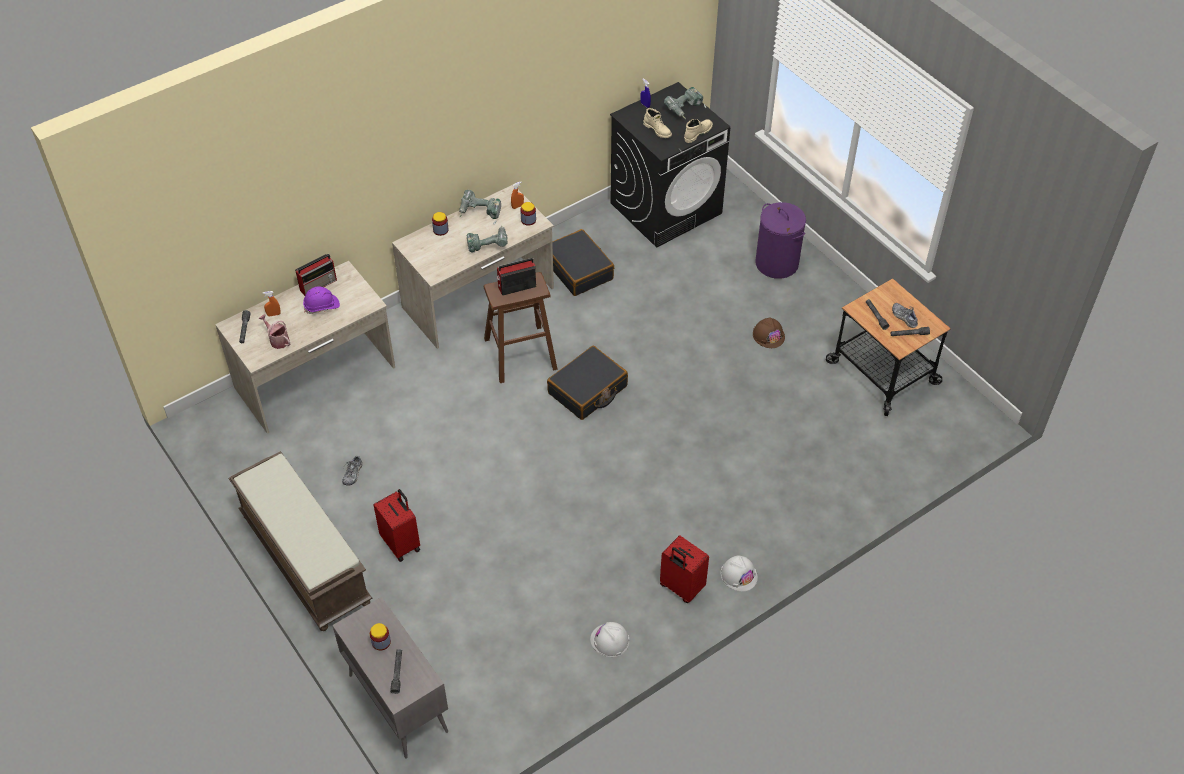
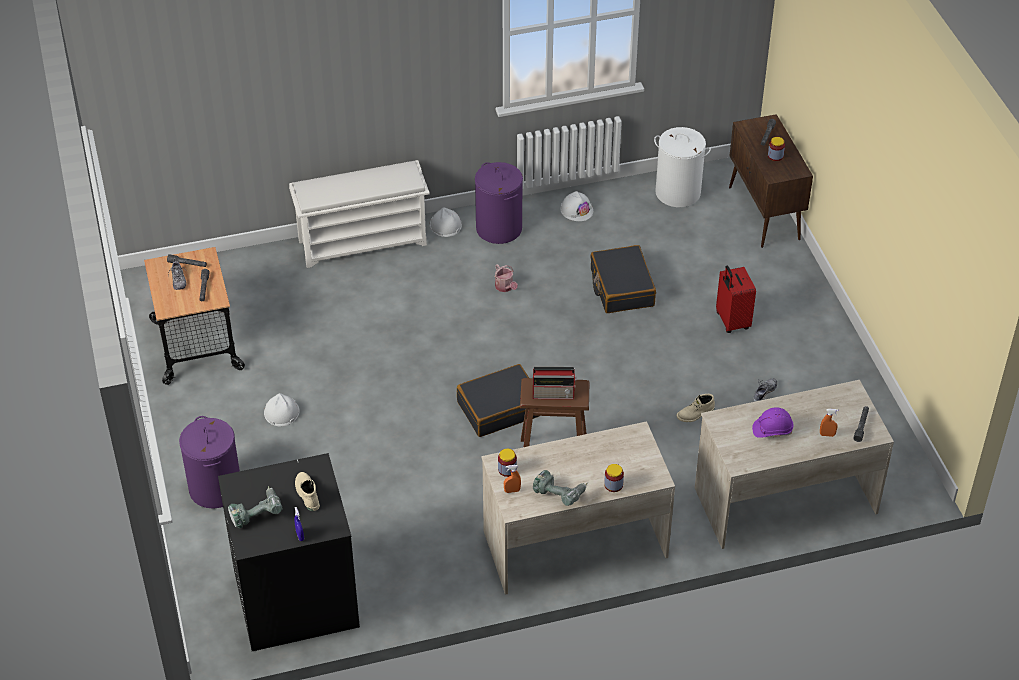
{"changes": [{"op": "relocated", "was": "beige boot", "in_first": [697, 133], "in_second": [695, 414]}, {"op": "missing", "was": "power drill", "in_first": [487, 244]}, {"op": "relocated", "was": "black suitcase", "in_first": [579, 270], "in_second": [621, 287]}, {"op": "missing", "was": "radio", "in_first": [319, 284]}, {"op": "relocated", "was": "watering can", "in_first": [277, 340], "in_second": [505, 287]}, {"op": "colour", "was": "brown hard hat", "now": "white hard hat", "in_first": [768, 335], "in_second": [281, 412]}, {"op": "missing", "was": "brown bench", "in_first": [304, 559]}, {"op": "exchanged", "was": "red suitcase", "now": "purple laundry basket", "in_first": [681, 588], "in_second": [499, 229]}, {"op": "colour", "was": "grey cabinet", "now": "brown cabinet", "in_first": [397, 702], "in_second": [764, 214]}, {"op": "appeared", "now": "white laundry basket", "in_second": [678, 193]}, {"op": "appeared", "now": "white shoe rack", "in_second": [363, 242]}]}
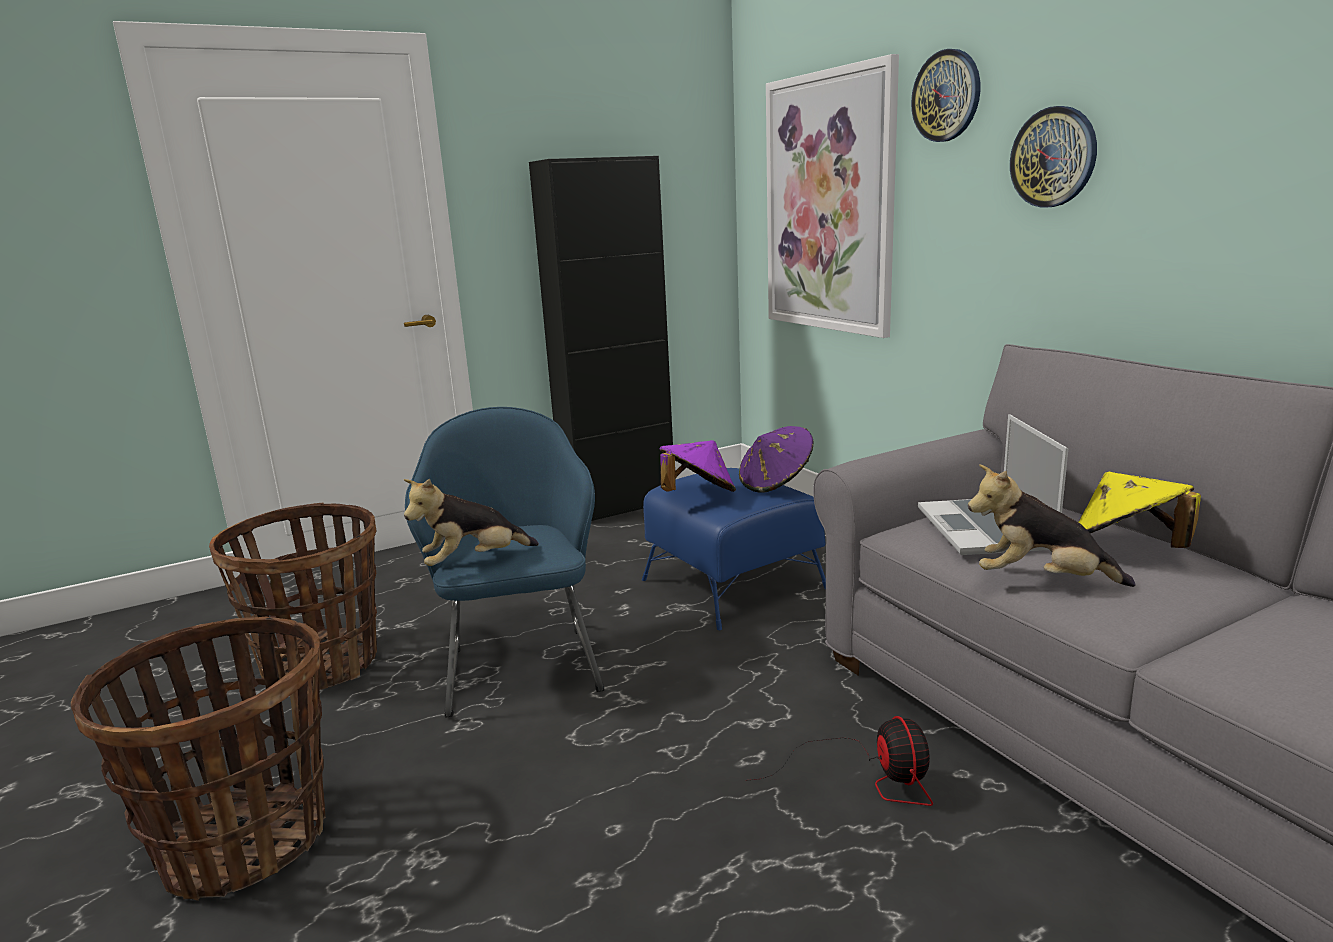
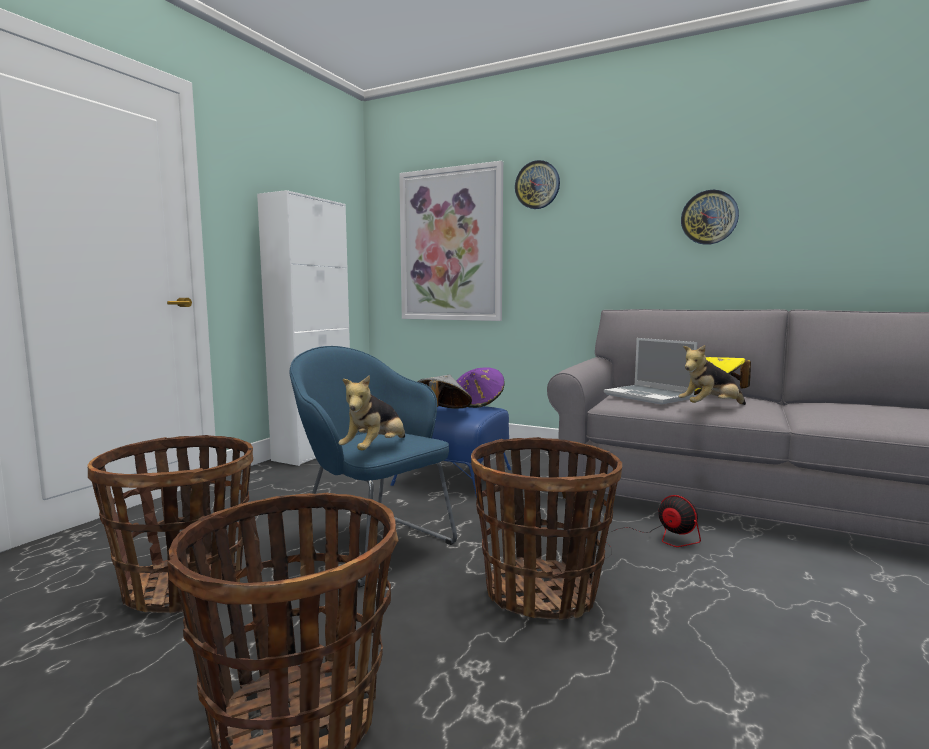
{"changes": [{"op": "relocated", "was": "wall clock", "in_first": [1053, 157], "in_second": [709, 217]}, {"op": "colour", "was": "black cabinet", "now": "white cabinet", "in_first": [619, 506], "in_second": [313, 452]}, {"op": "colour", "was": "purple hat", "now": "grey hat", "in_first": [697, 495], "in_second": [443, 412]}, {"op": "appeared", "now": "basket", "in_second": [541, 592]}]}
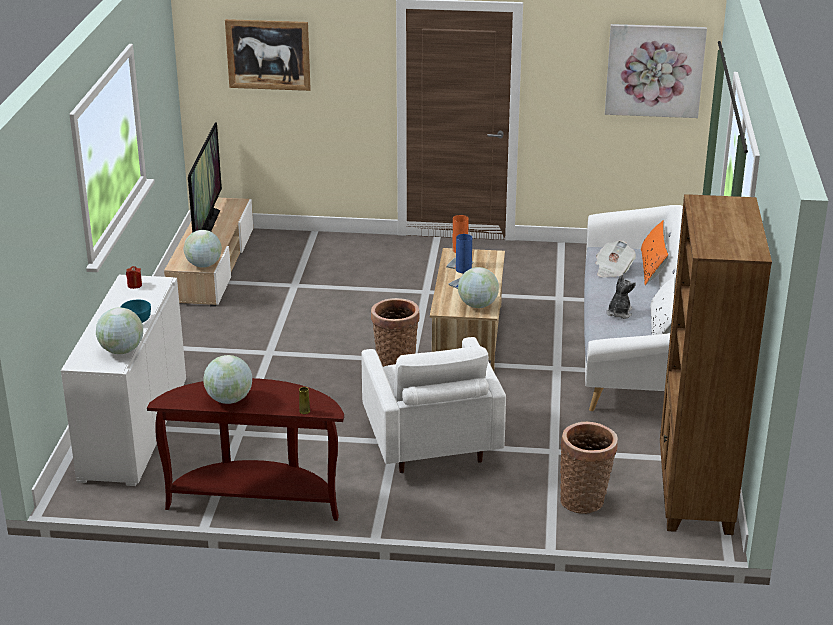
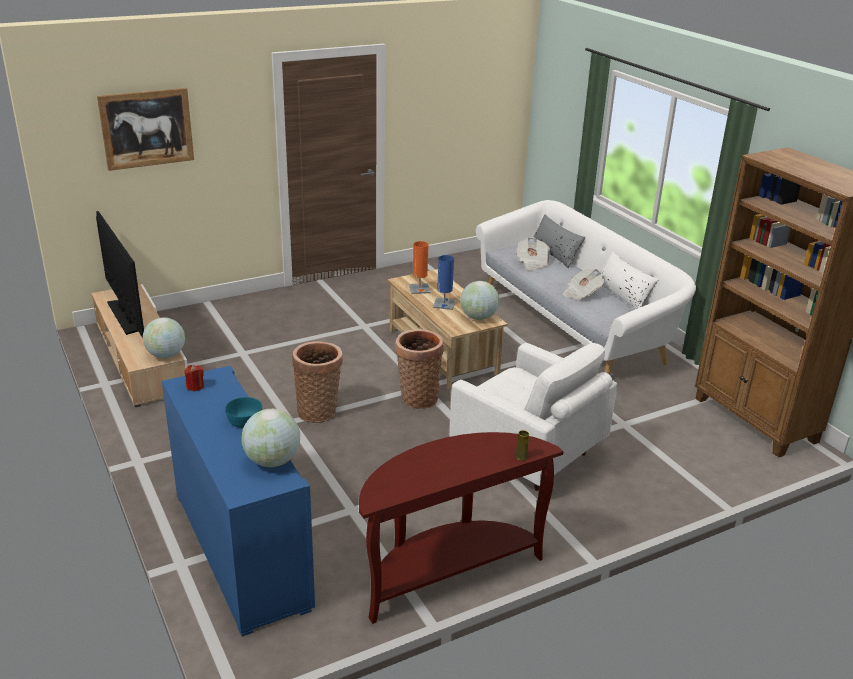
{"changes": [{"op": "missing", "was": "picture", "in_first": [654, 70]}, {"op": "colour", "was": "orange pillow", "now": "grey pillow", "in_first": [652, 267], "in_second": [554, 254]}, {"op": "colour", "was": "white cabinet", "now": "blue cabinet", "in_first": [134, 429], "in_second": [240, 548]}, {"op": "exchanged", "was": "plush toy", "now": "newspaper", "in_first": [619, 313], "in_second": [581, 293]}, {"op": "missing", "was": "globe", "in_first": [229, 399]}, {"op": "relocated", "was": "basket", "in_first": [585, 500], "in_second": [319, 411]}]}
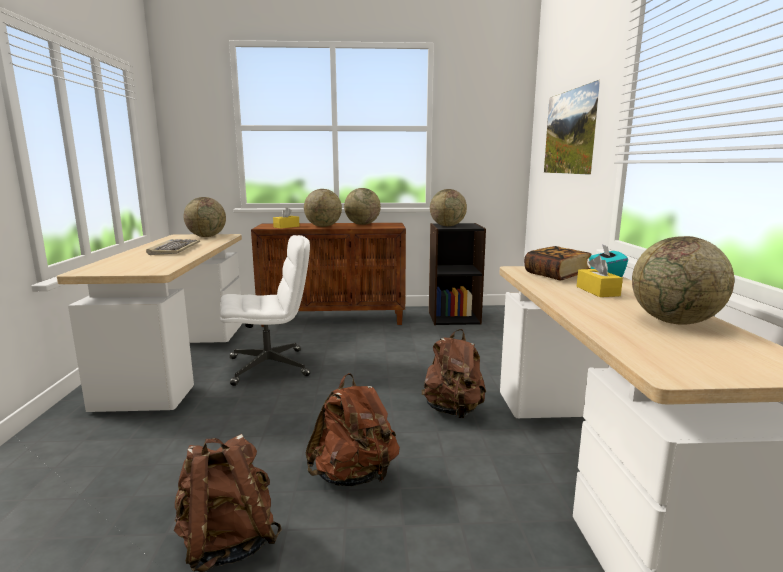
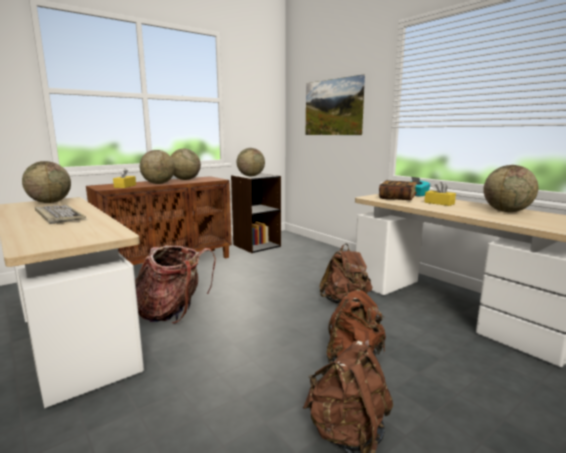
{"changes": [{"op": "exchanged", "was": "white office chair", "now": "backpack", "in_first": [270, 366], "in_second": [173, 312]}]}
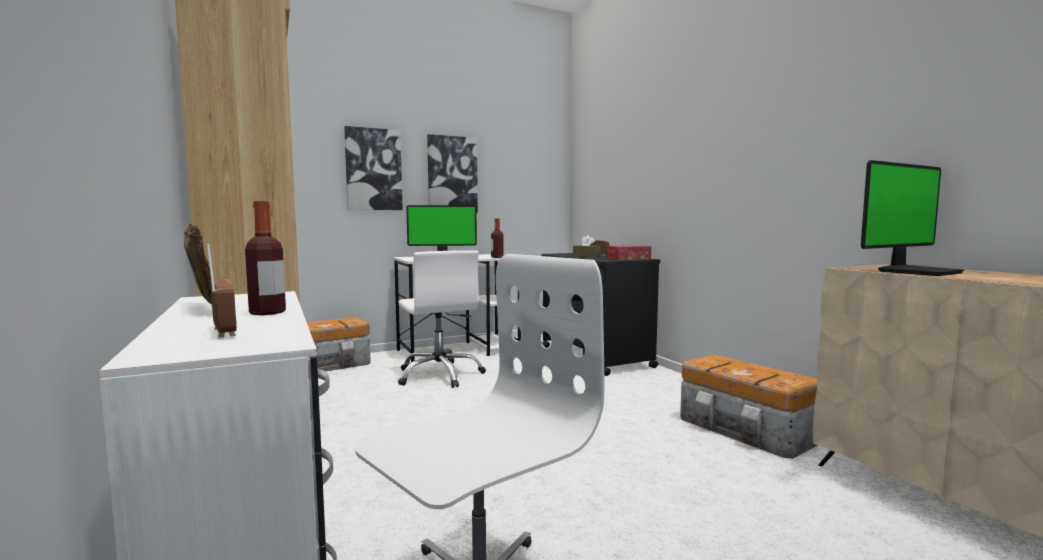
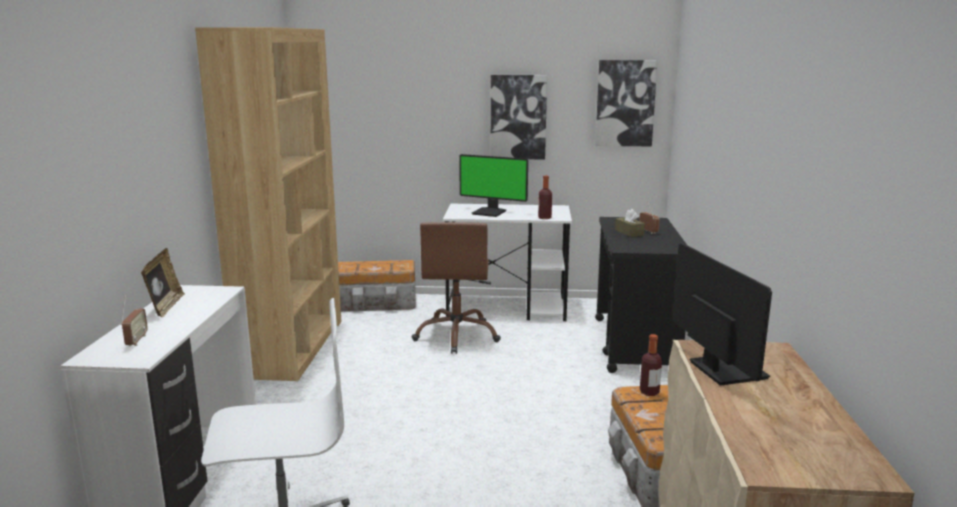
{"changes": [{"op": "relocated", "was": "picture", "in_first": [373, 169], "in_second": [625, 103]}, {"op": "spun", "was": "monitor", "in_first": [916, 272], "in_second": [724, 370], "clockwise": -105}, {"op": "relocated", "was": "bottle", "in_first": [267, 312], "in_second": [649, 392]}, {"op": "missing", "was": "tissue box", "in_first": [629, 258]}, {"op": "colour", "was": "white office chair", "now": "brown office chair", "in_first": [440, 375], "in_second": [457, 335]}]}
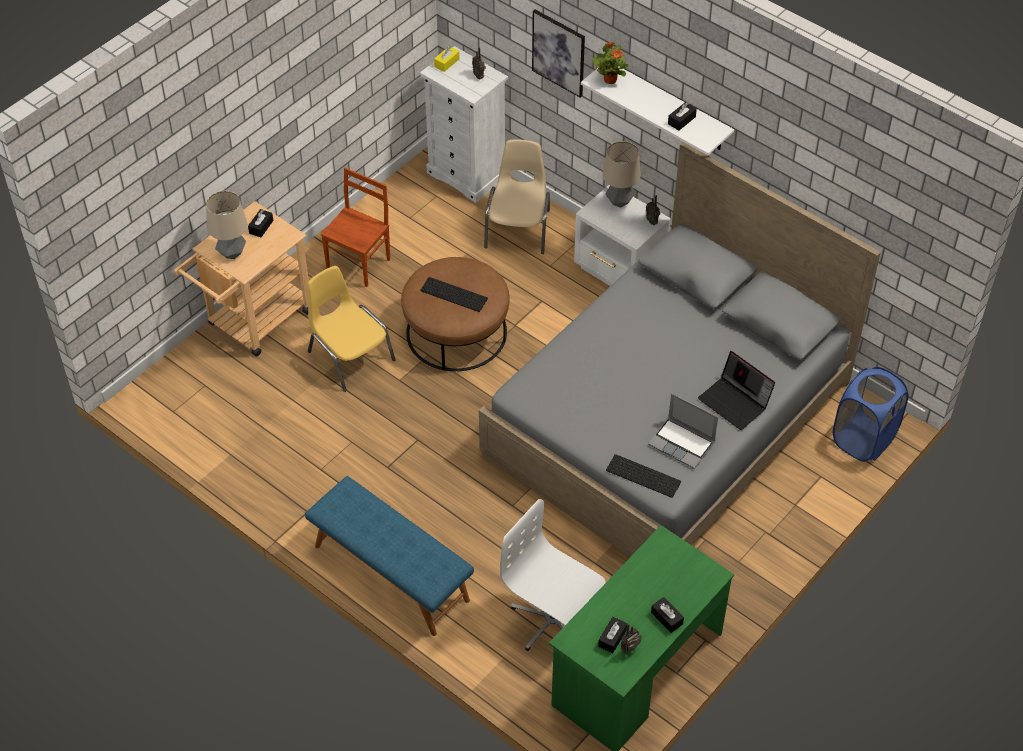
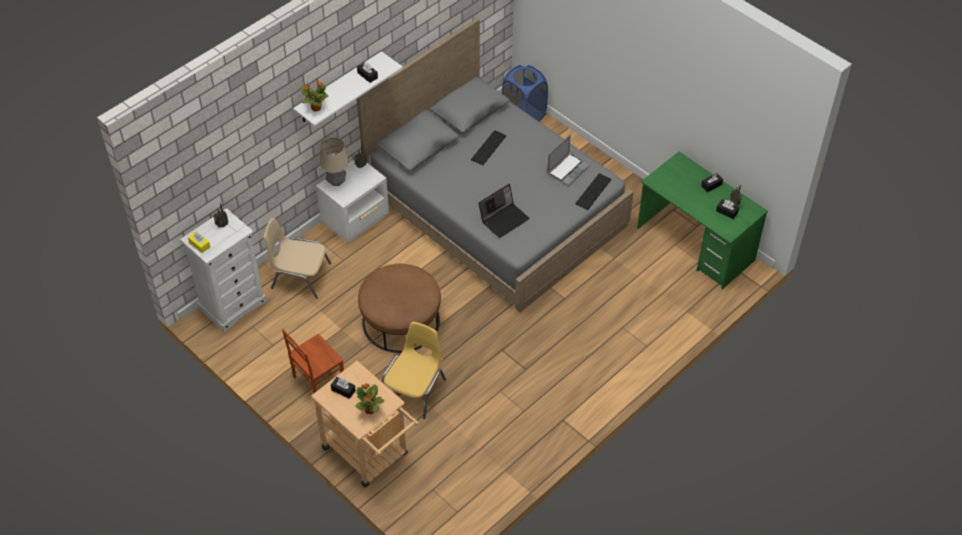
{"changes": [{"op": "missing", "was": "picture", "in_first": [559, 52]}, {"op": "spun", "was": "brown chair", "in_first": [360, 264], "in_second": [318, 380], "clockwise": -75}, {"op": "exchanged", "was": "table lamp", "now": "potted plant", "in_first": [232, 253], "in_second": [369, 410]}, {"op": "spun", "was": "yellow chair", "in_first": [350, 355], "in_second": [414, 389], "clockwise": 150}, {"op": "relocated", "was": "keyboard", "in_first": [455, 294], "in_second": [488, 147]}, {"op": "relocated", "was": "laptop", "in_first": [735, 402], "in_second": [504, 219]}, {"op": "missing", "was": "blue bench", "in_first": [390, 573]}, {"op": "missing", "was": "white office chair", "in_first": [552, 621]}]}
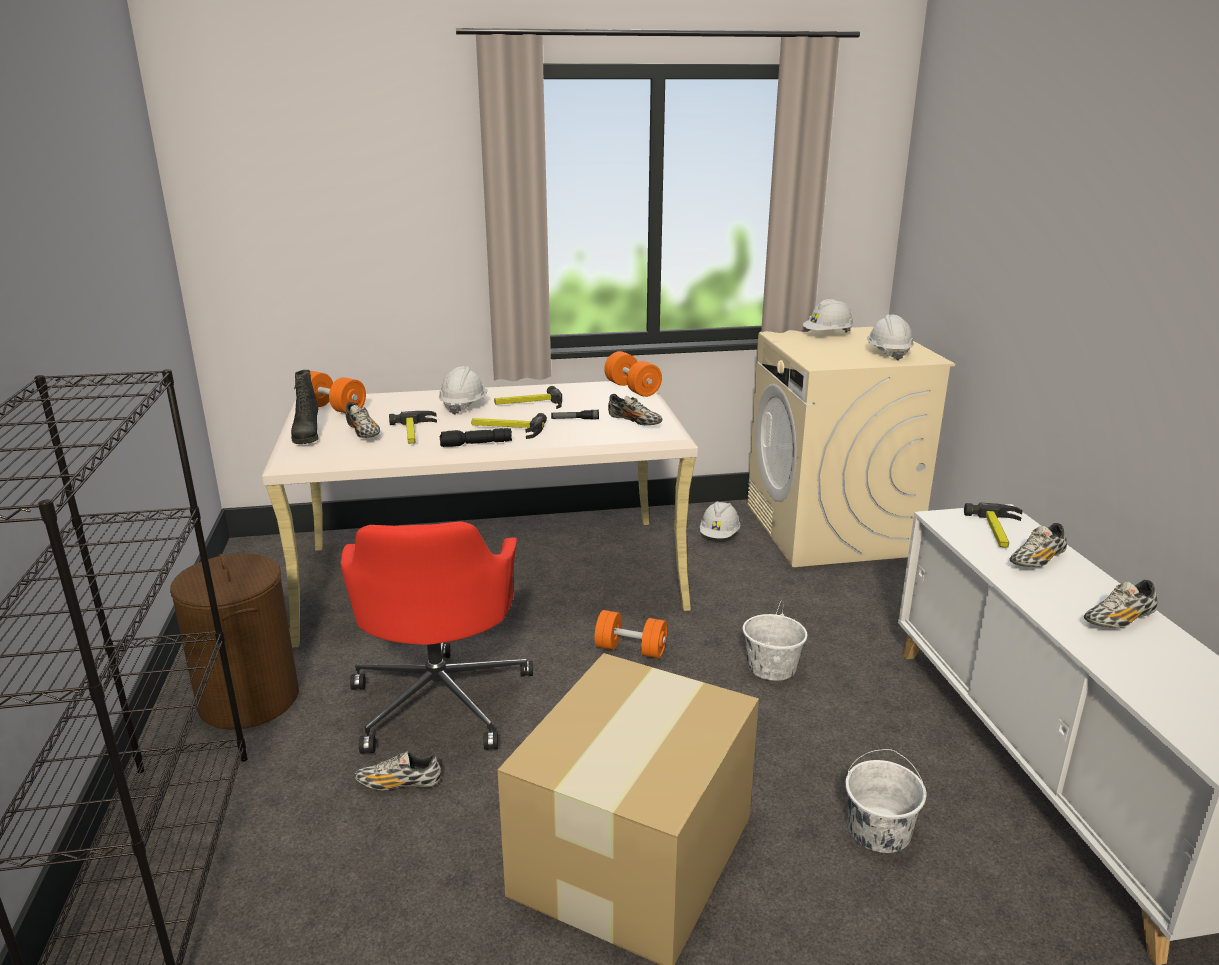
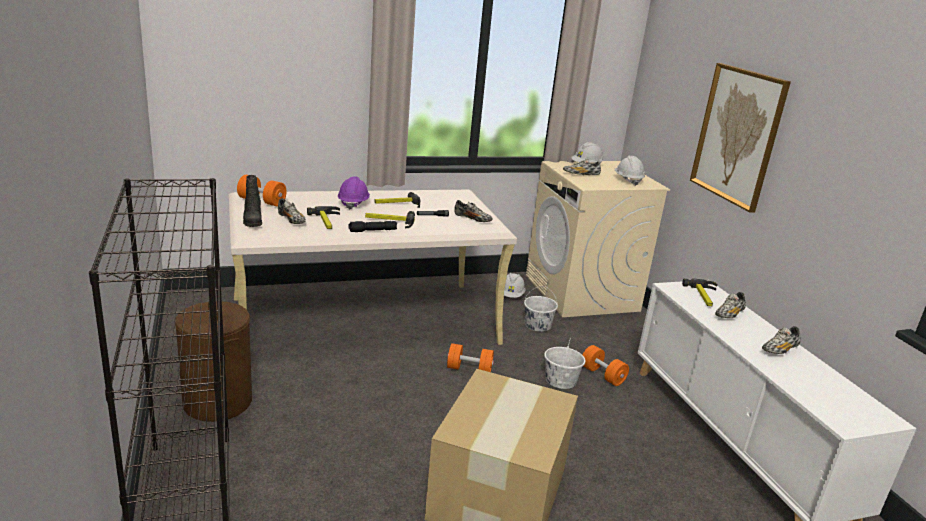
{"changes": [{"op": "relocated", "was": "orange dumbbell", "in_first": [632, 389], "in_second": [602, 375]}, {"op": "colour", "was": "white hard hat", "now": "purple hard hat", "in_first": [463, 406], "in_second": [353, 203]}, {"op": "missing", "was": "red office chair", "in_first": [441, 699]}, {"op": "relocated", "was": "white bucket", "in_first": [878, 830], "in_second": [537, 325]}, {"op": "relocated", "was": "shoe", "in_first": [399, 784], "in_second": [581, 175]}, {"op": "appeared", "now": "picture", "in_second": [737, 135]}]}
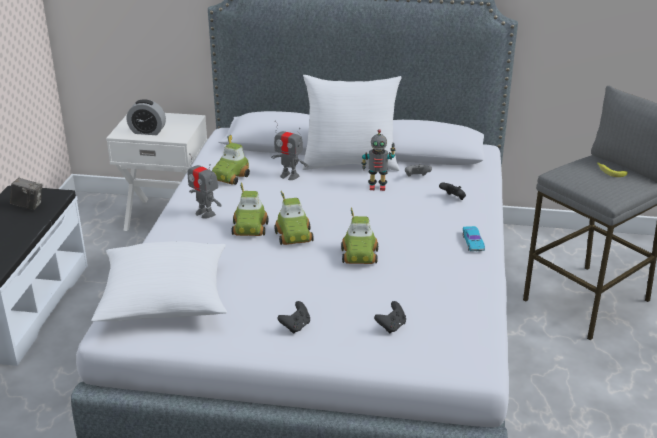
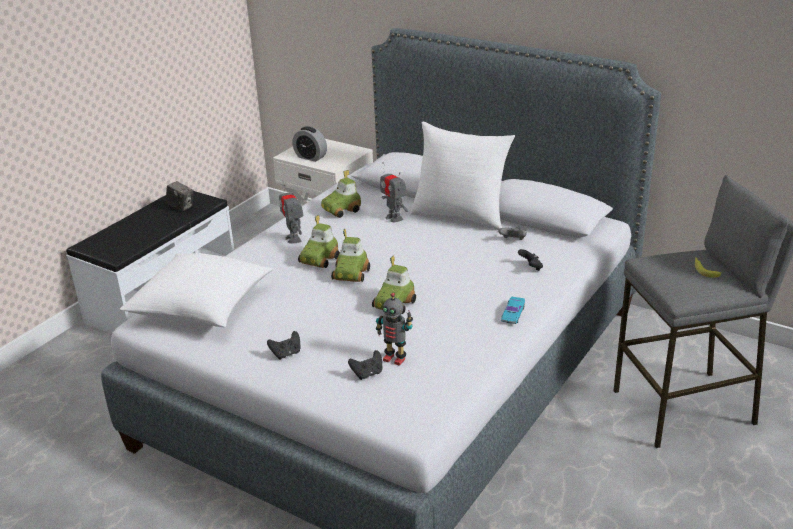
{"changes": [{"op": "relocated", "was": "toy robot", "in_first": [377, 187], "in_second": [395, 358]}]}
